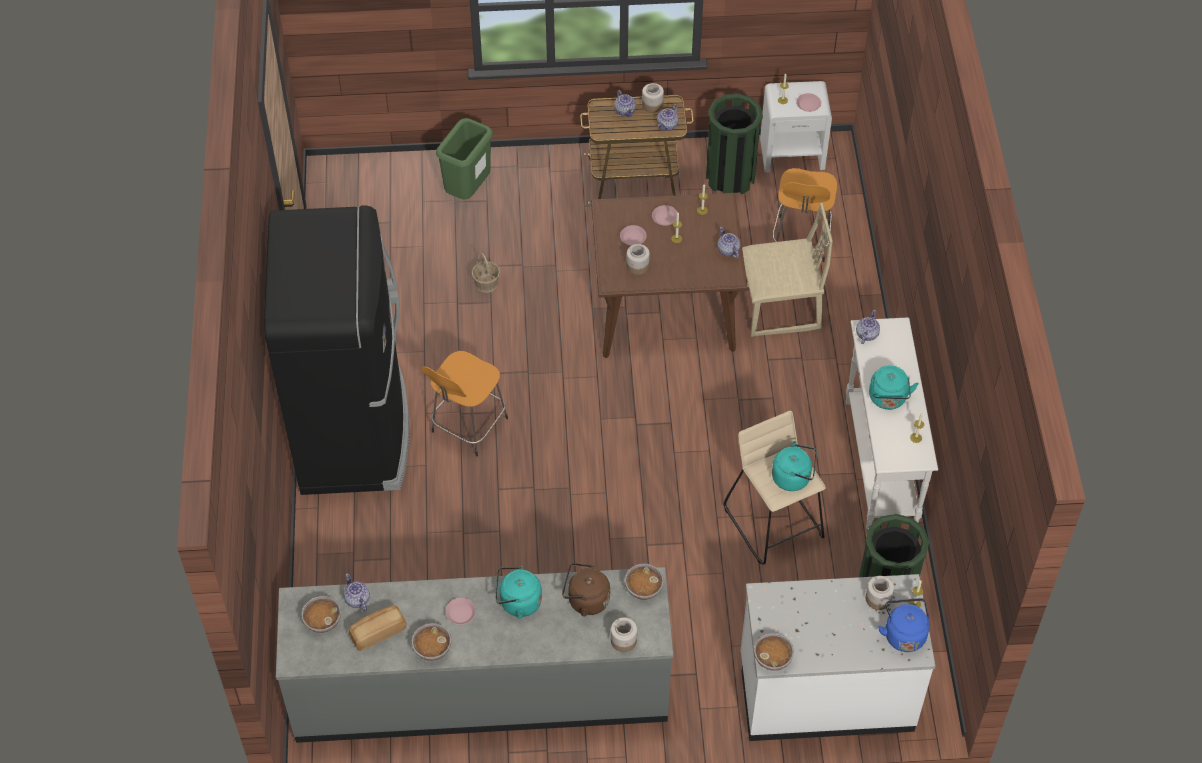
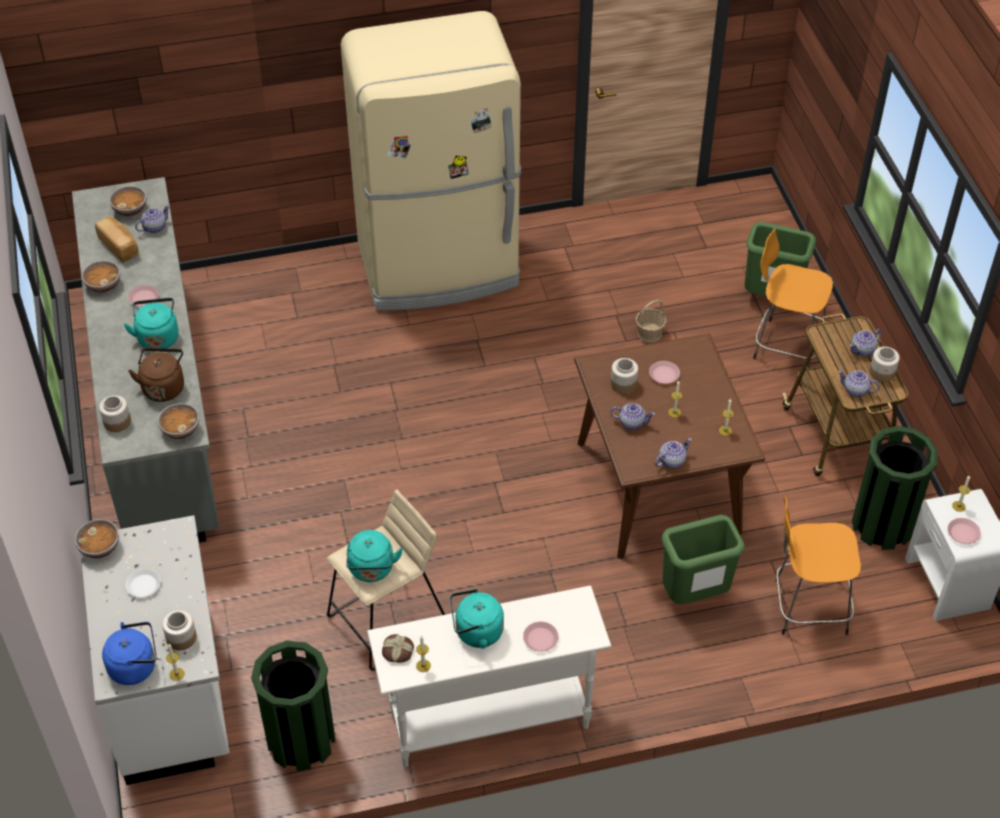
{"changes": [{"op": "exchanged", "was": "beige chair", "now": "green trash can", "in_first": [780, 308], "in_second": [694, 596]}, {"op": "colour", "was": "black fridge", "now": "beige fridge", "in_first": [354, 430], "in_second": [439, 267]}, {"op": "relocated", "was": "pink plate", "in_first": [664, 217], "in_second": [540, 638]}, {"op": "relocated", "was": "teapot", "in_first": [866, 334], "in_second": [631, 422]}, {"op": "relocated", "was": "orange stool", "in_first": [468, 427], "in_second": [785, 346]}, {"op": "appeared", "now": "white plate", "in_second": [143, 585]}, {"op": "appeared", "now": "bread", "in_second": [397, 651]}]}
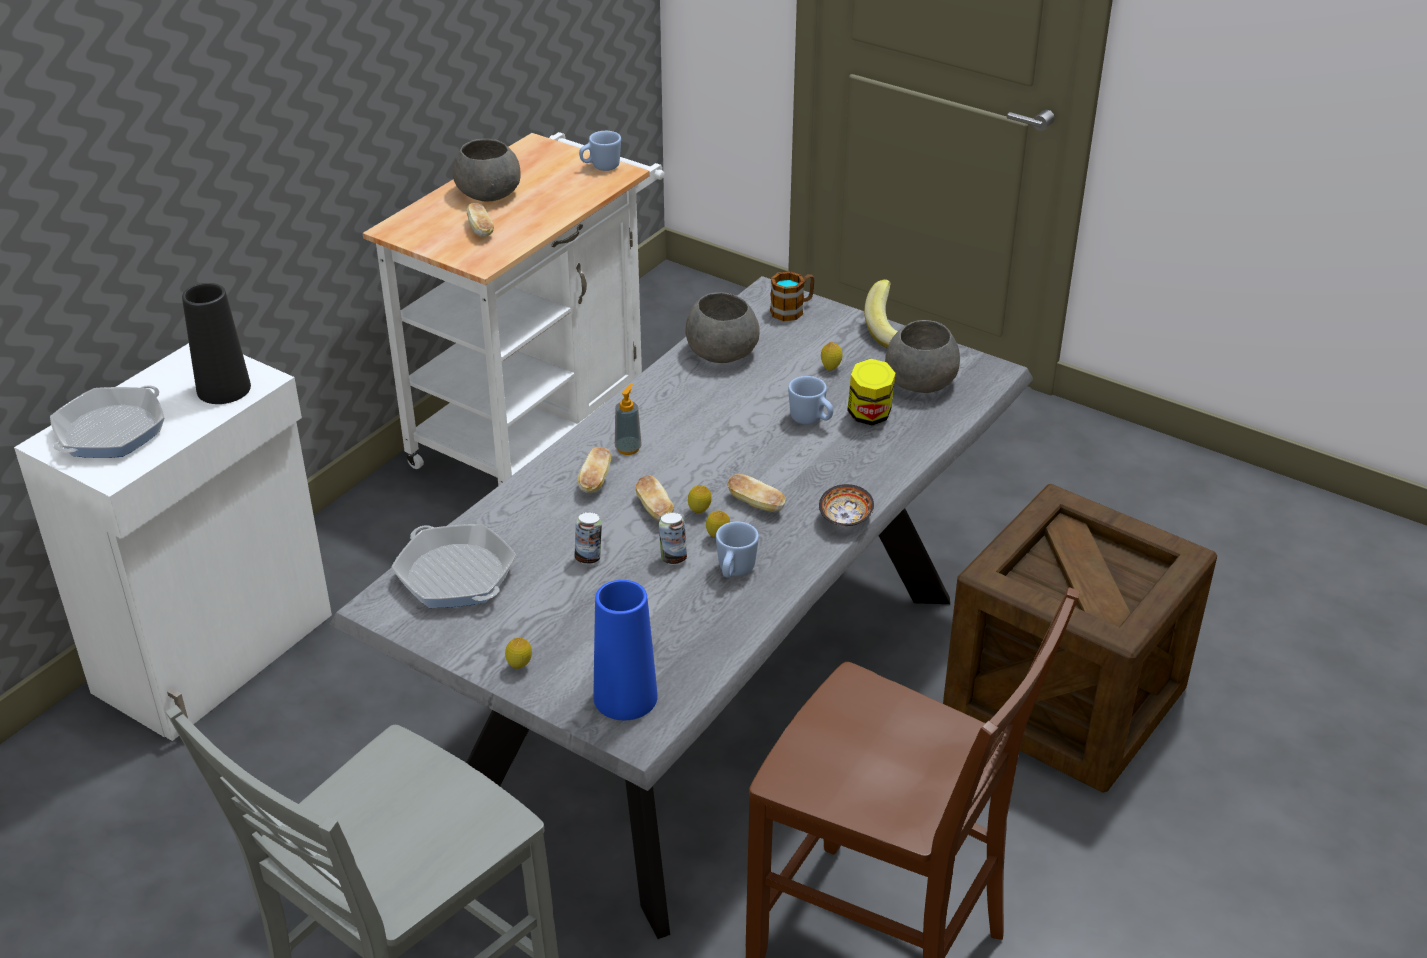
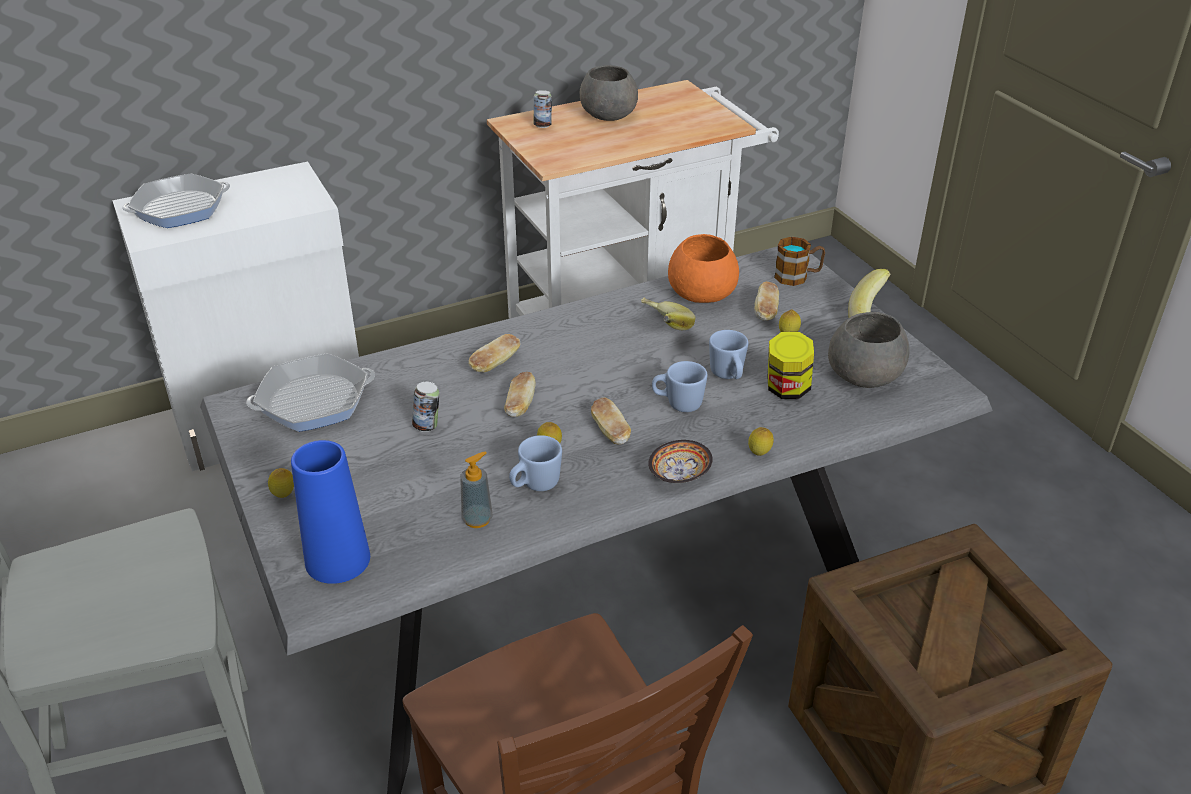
{"changes": [{"op": "relocated", "was": "blue mug", "in_first": [600, 167], "in_second": [678, 404]}, {"op": "relocated", "was": "bread", "in_first": [481, 229], "in_second": [766, 311]}, {"op": "missing", "was": "black vase", "in_first": [223, 389]}, {"op": "colour", "was": "grey bowl", "now": "orange bowl", "in_first": [721, 351], "in_second": [701, 292]}, {"op": "relocated", "was": "soap dispenser", "in_first": [628, 448], "in_second": [477, 519]}, {"op": "relocated", "was": "lemon", "in_first": [699, 512], "in_second": [759, 454]}, {"op": "relocated", "was": "can", "in_first": [673, 558], "in_second": [543, 126]}, {"op": "spun", "was": "frying pan", "in_first": [455, 575], "in_second": [314, 401], "clockwise": 75}, {"op": "appeared", "now": "banana", "in_second": [662, 330]}]}
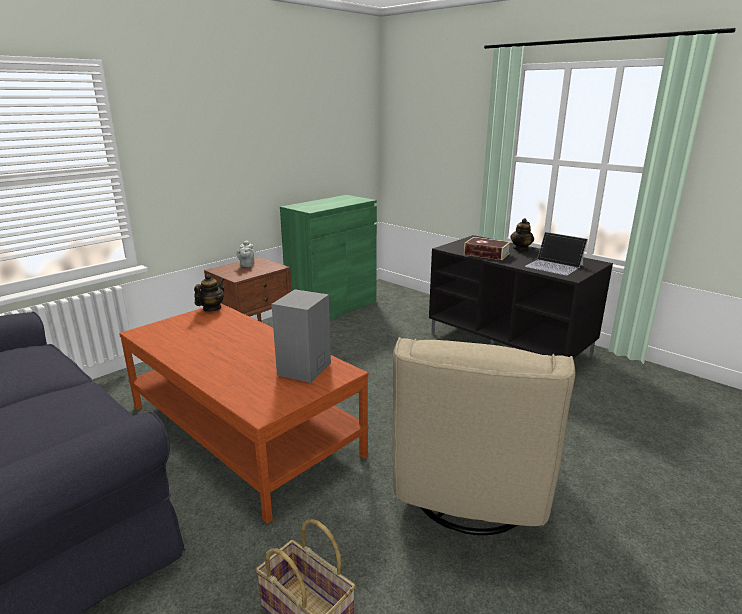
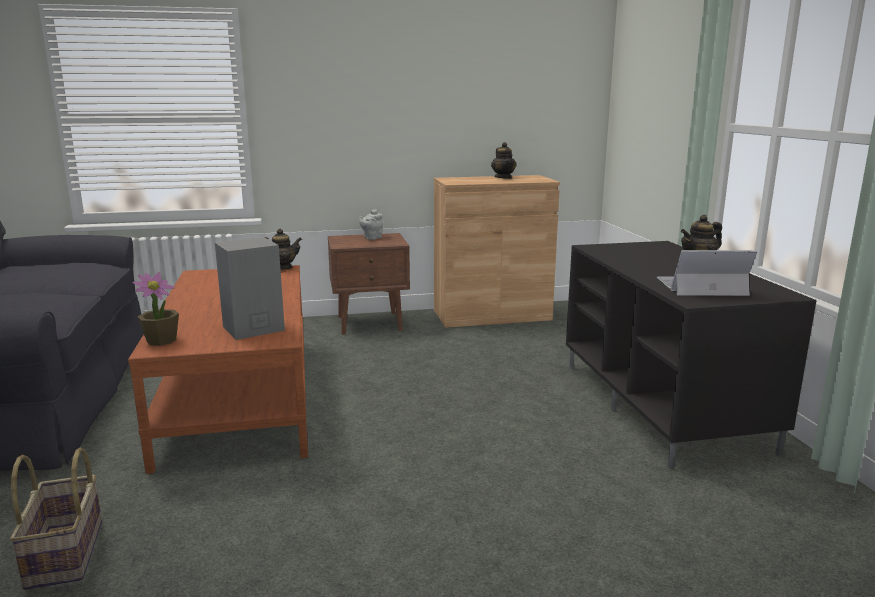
{"changes": [{"op": "colour", "was": "green cabinet", "now": "brown cabinet", "in_first": [332, 307], "in_second": [492, 315]}, {"op": "spun", "was": "laptop", "in_first": [554, 266], "in_second": [700, 286], "clockwise": 105}, {"op": "missing", "was": "book", "in_first": [486, 254]}, {"op": "missing", "was": "beige armchair", "in_first": [469, 494]}, {"op": "appeared", "now": "teapot", "in_second": [503, 178]}, {"op": "appeared", "now": "potted plant", "in_second": [161, 340]}]}
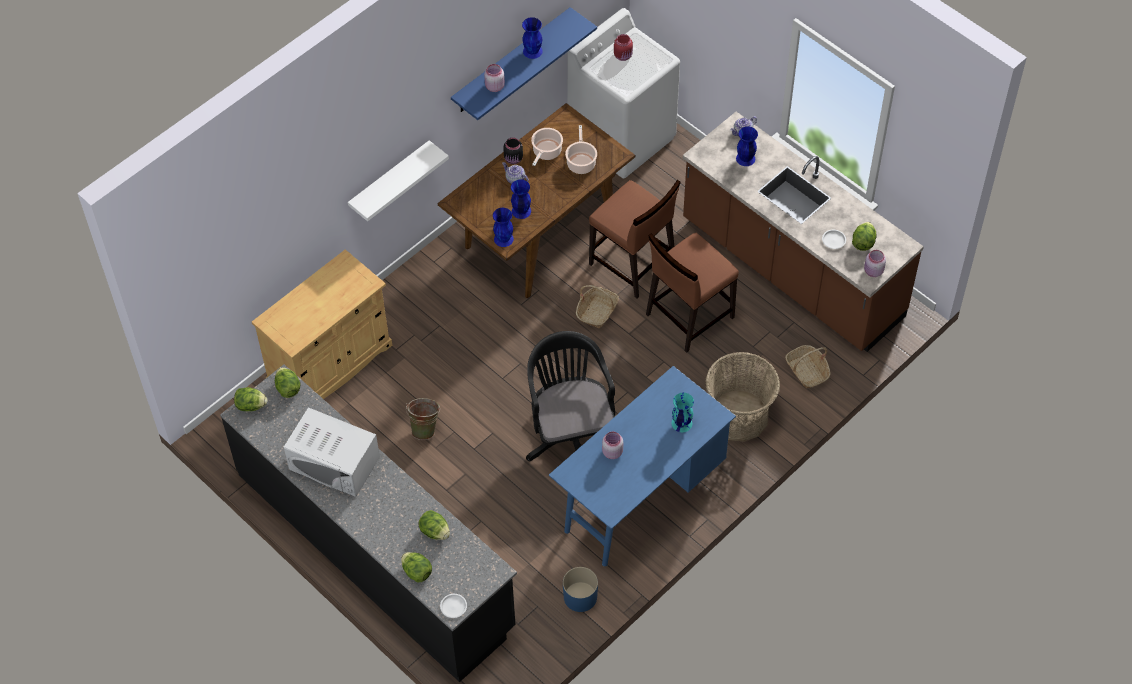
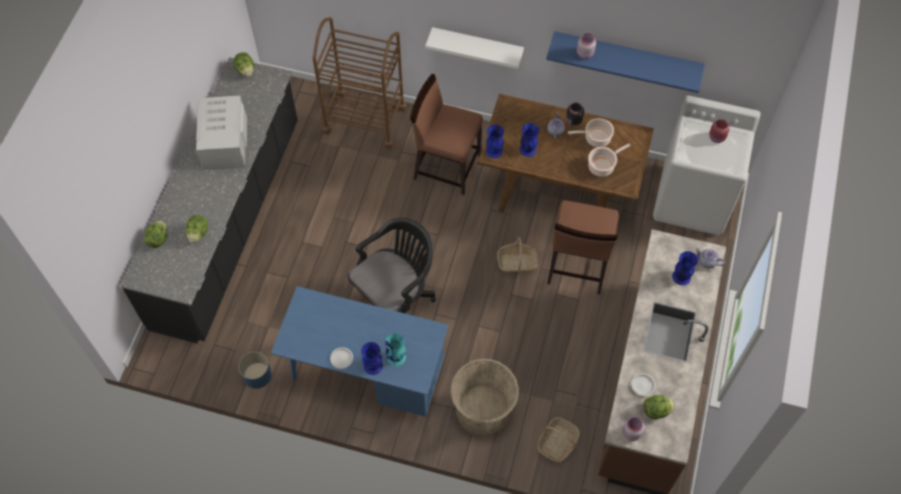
{"changes": [{"op": "relocated", "was": "blue vase", "in_first": [533, 51], "in_second": [373, 366]}, {"op": "relocated", "was": "brown chair", "in_first": [688, 316], "in_second": [446, 166]}, {"op": "exchanged", "was": "beige cabinet", "now": "brown cart", "in_first": [330, 364], "in_second": [365, 119]}, {"op": "missing", "was": "lettuce", "in_first": [288, 388]}, {"op": "missing", "was": "green bucket", "in_first": [425, 428]}, {"op": "missing", "was": "pink jar", "in_first": [612, 452]}, {"op": "relocated", "was": "white plate", "in_first": [453, 606], "in_second": [342, 358]}]}
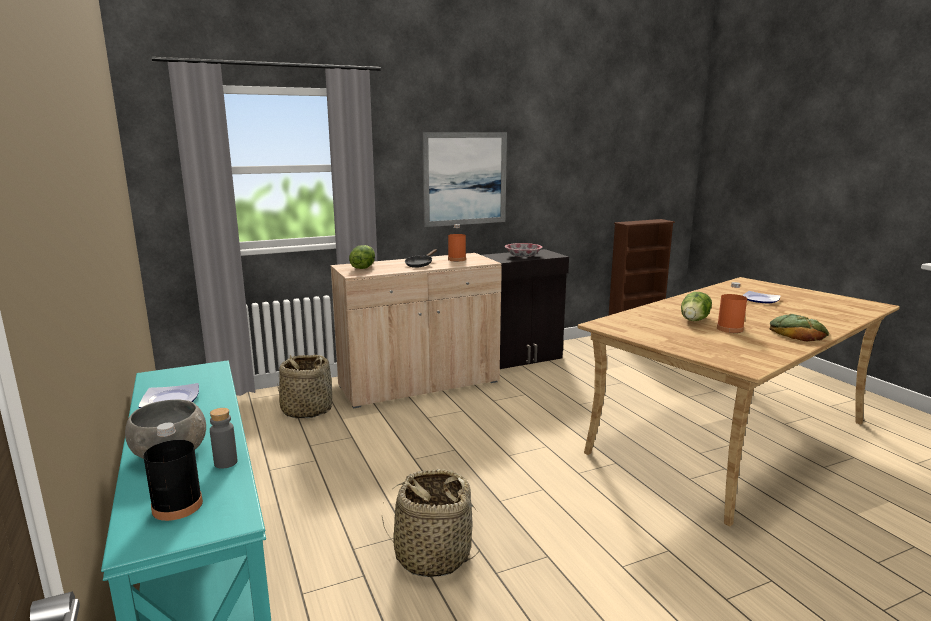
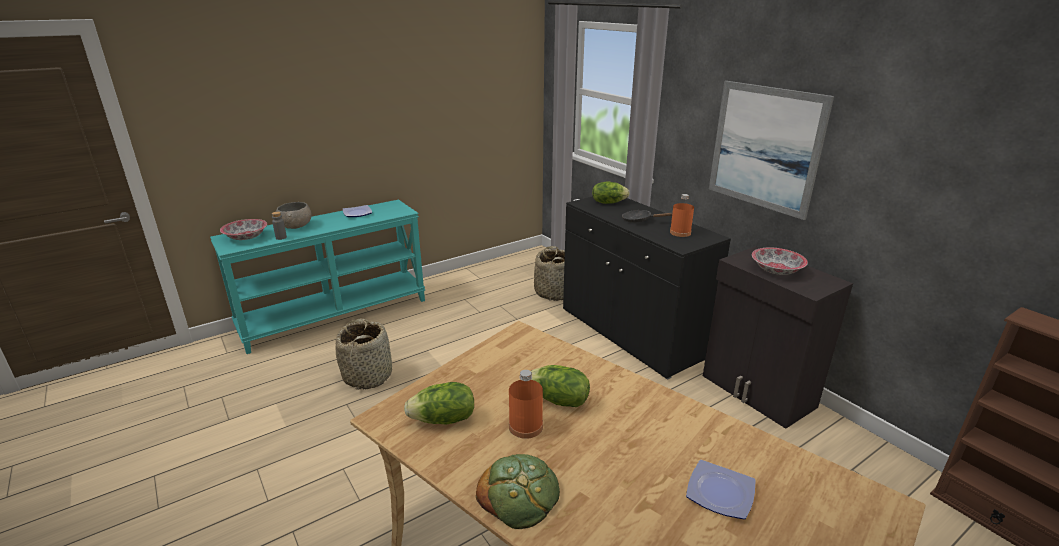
{"changes": [{"op": "colour", "was": "beige cabinet", "now": "black cabinet", "in_first": [419, 384], "in_second": [631, 333]}, {"op": "exchanged", "was": "black bottle", "now": "bowl", "in_first": [177, 506], "in_second": [246, 237]}, {"op": "appeared", "now": "lettuce", "in_second": [443, 420]}]}
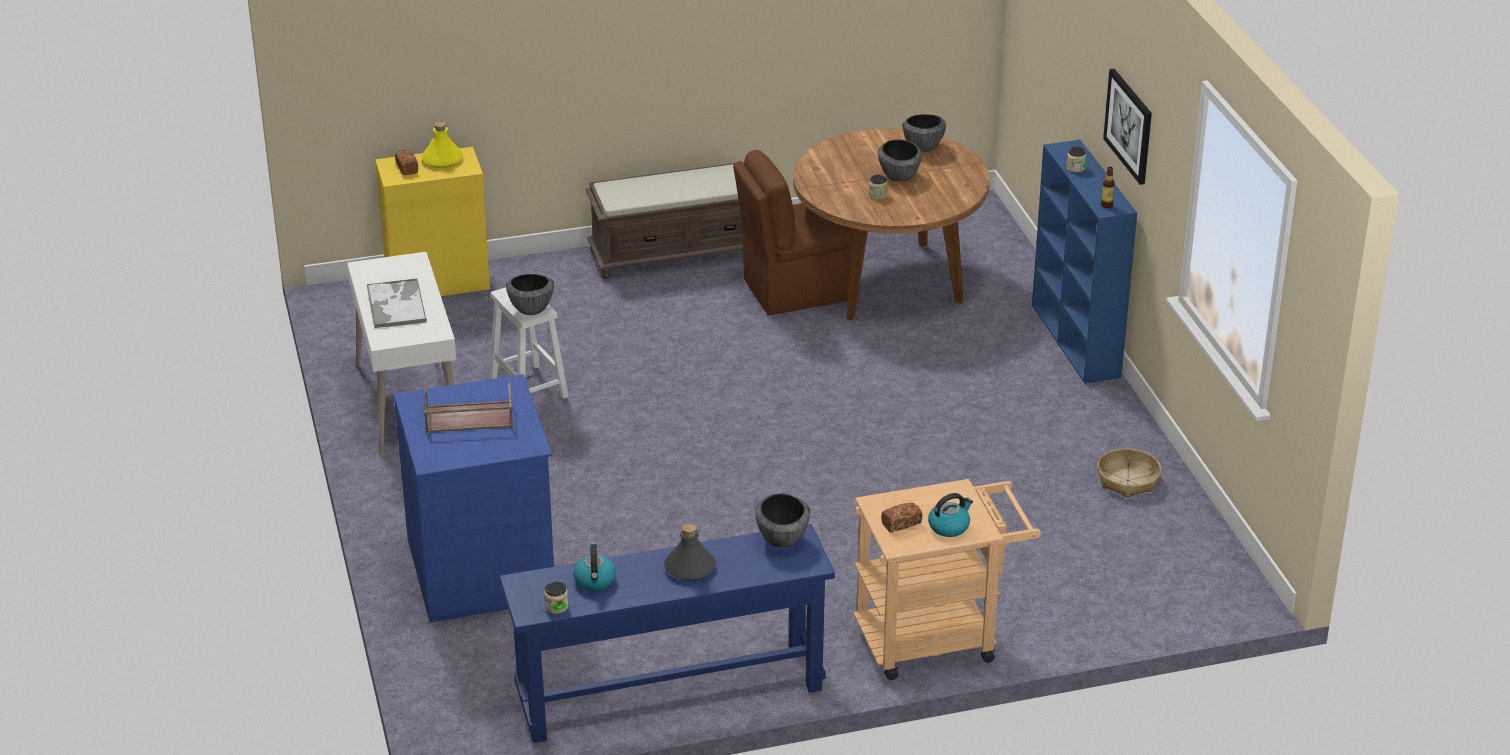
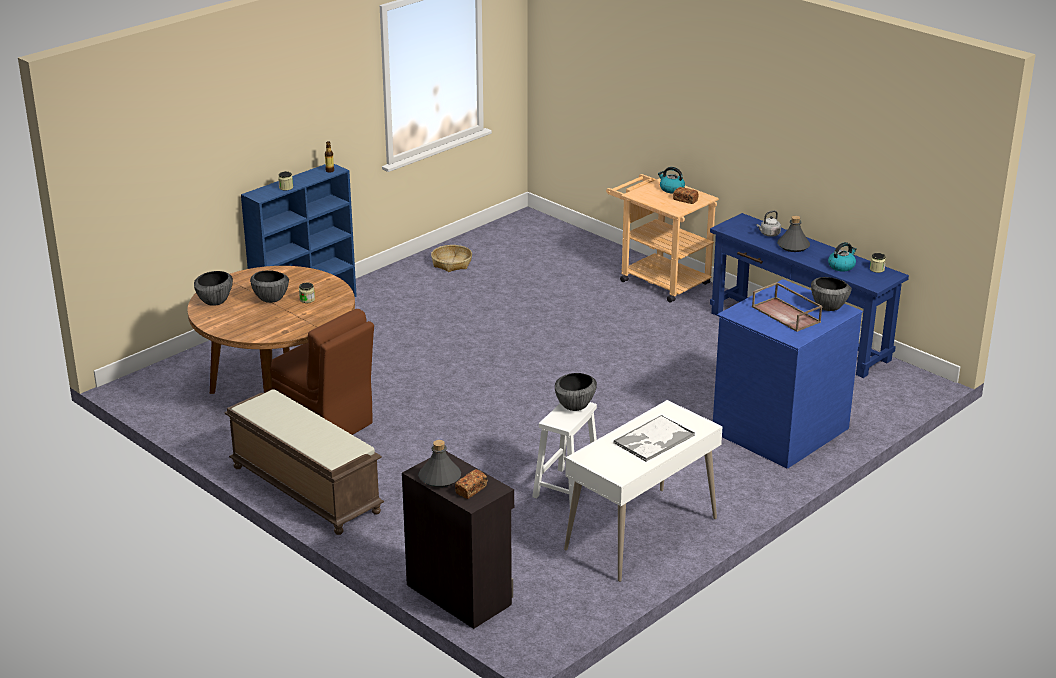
{"changes": [{"op": "missing", "was": "picture", "in_first": [1129, 125]}, {"op": "colour", "was": "yellow bottle", "now": "grey bottle", "in_first": [443, 159], "in_second": [439, 477]}, {"op": "colour", "was": "yellow cabinet", "now": "black cabinet", "in_first": [439, 283], "in_second": [459, 593]}, {"op": "relocated", "was": "bowl", "in_first": [782, 539], "in_second": [828, 307]}, {"op": "appeared", "now": "grey kettle", "in_second": [769, 234]}]}
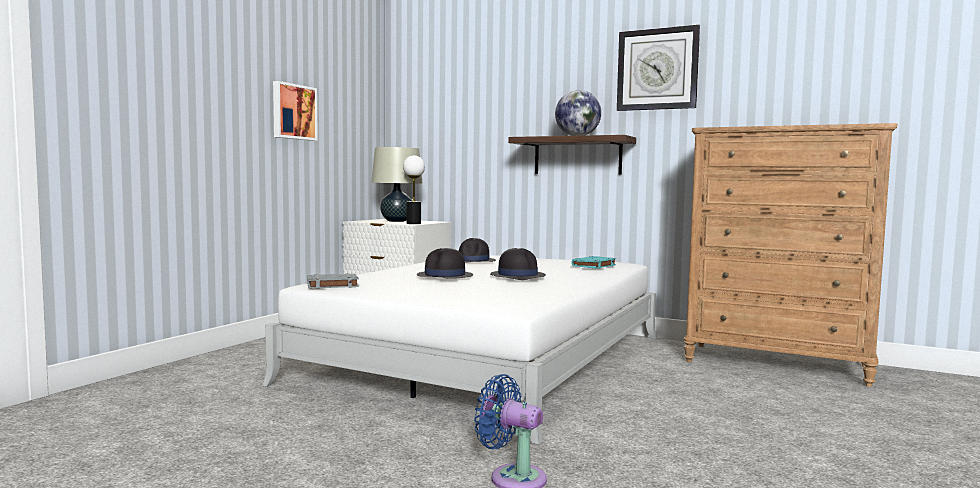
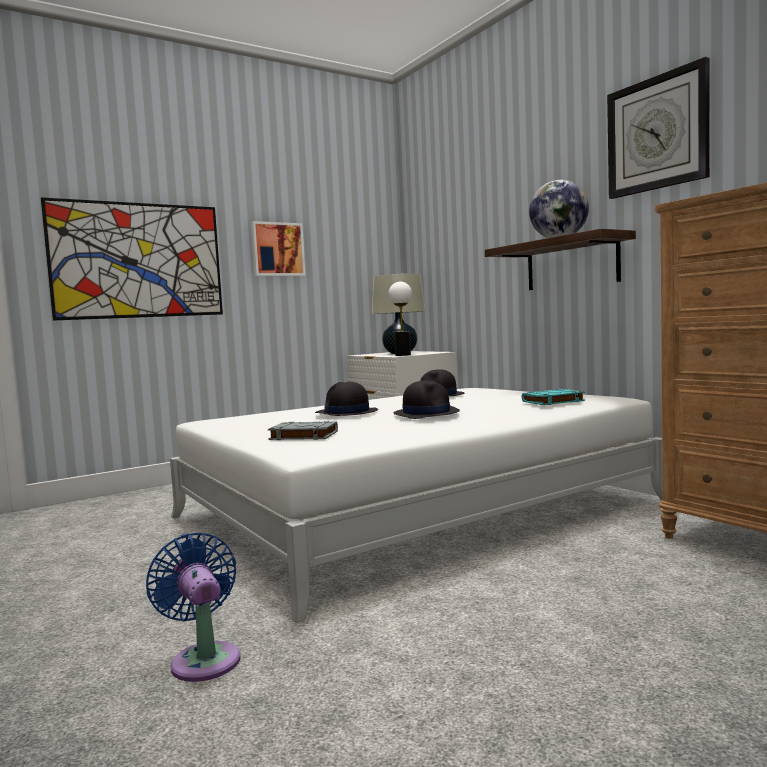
{"changes": [{"op": "relocated", "was": "grey book", "in_first": [332, 285], "in_second": [303, 436]}, {"op": "appeared", "now": "picture", "in_second": [138, 260]}]}
